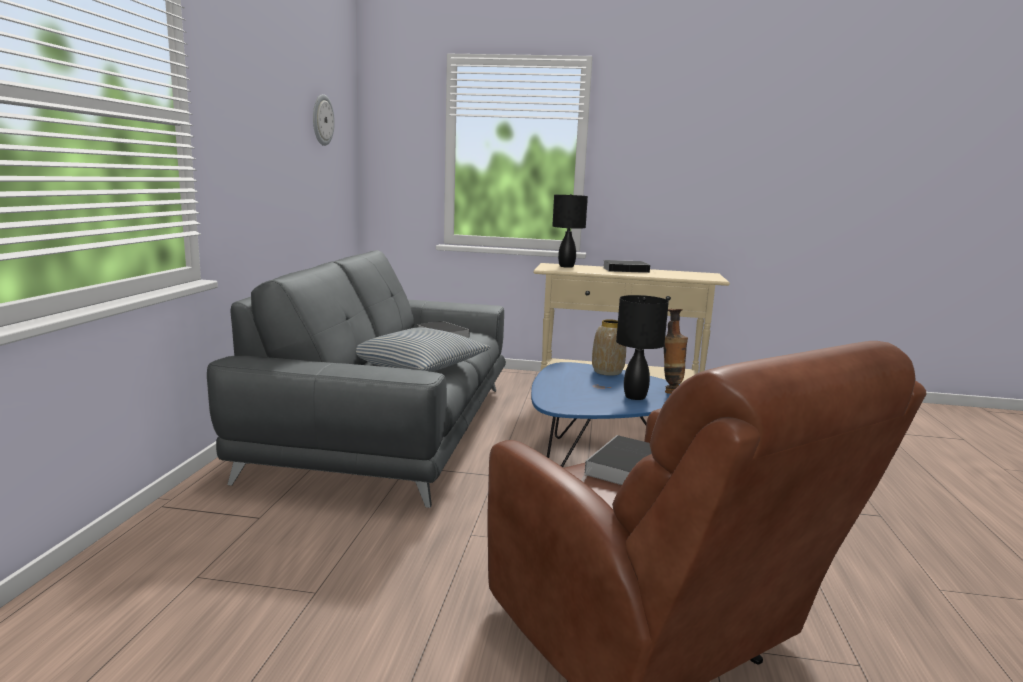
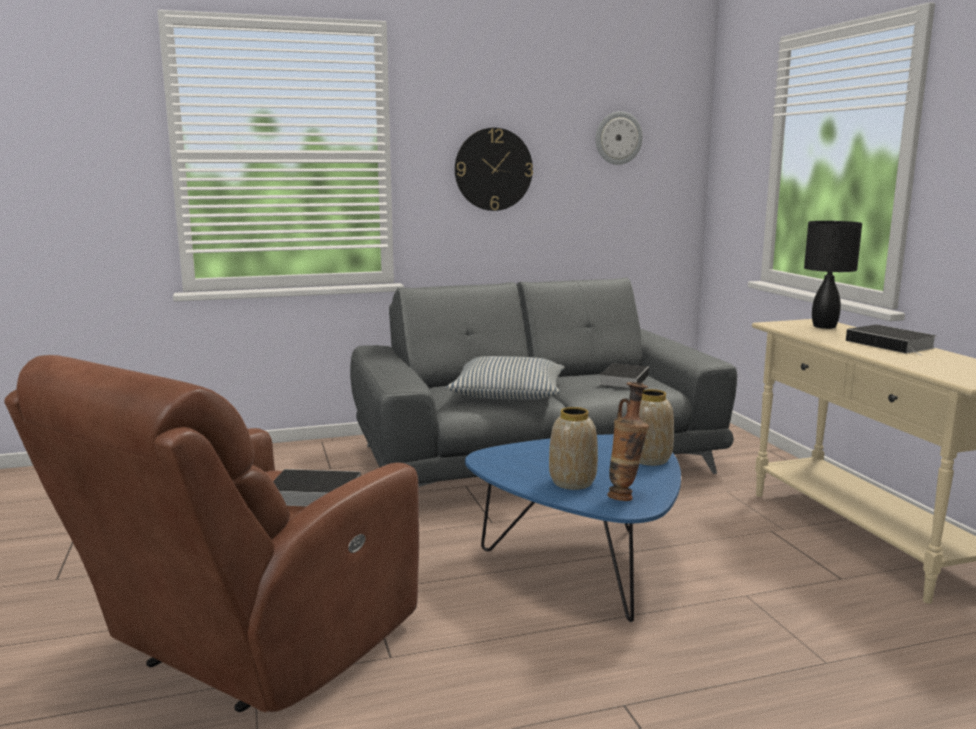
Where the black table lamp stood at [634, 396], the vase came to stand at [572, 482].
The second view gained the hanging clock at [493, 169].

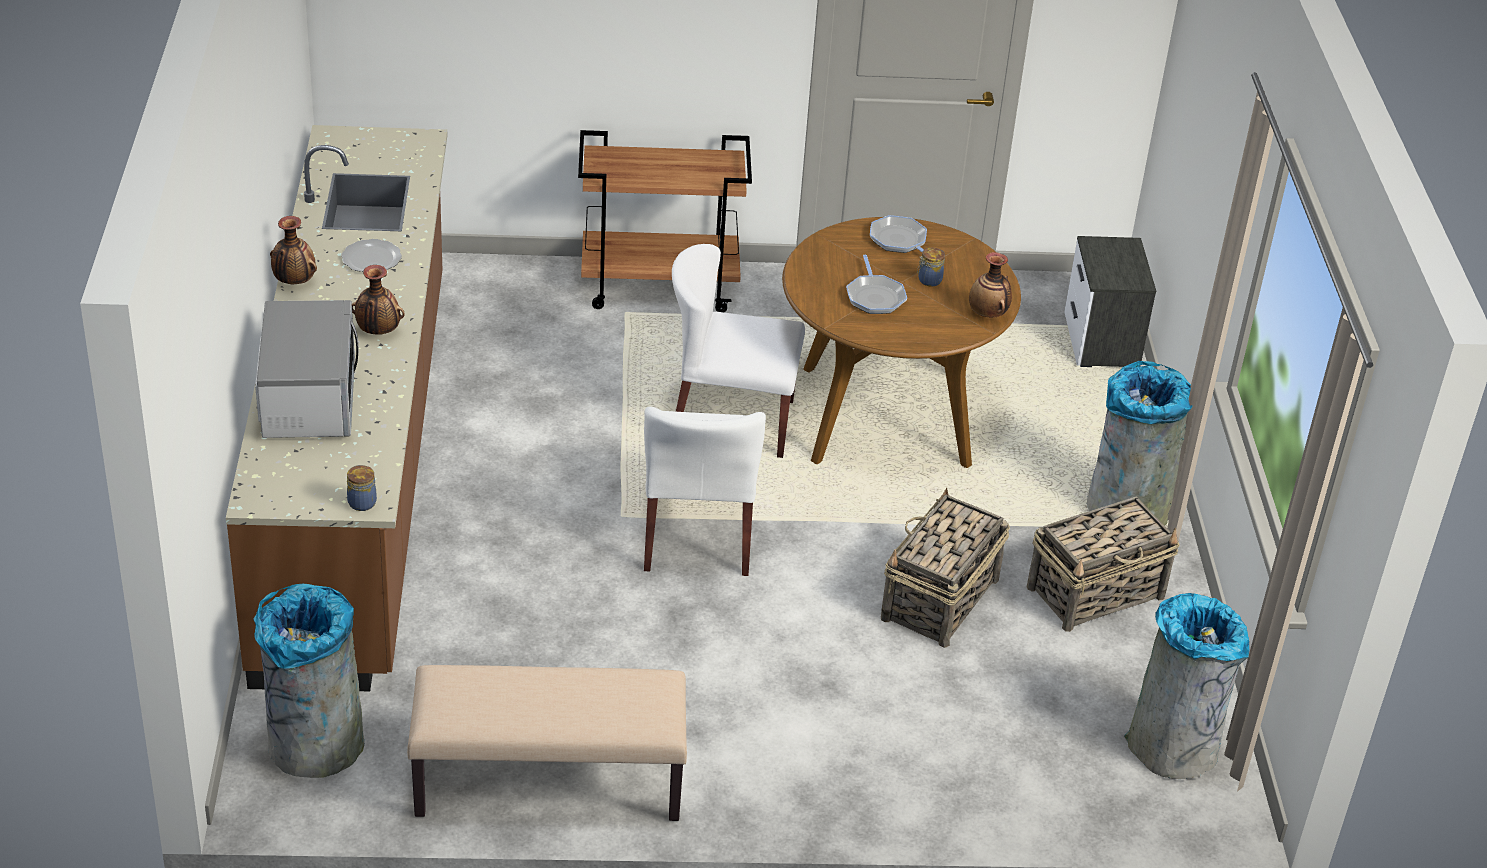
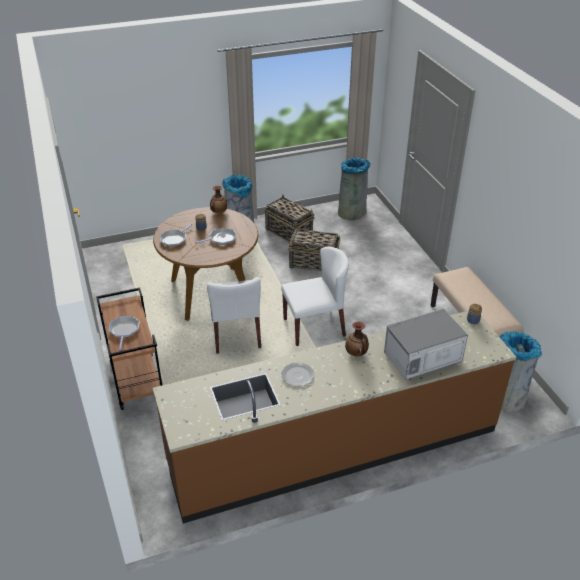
The second view lost the vase at [294, 282].
The second view lost the night table at [1101, 342].
The second view gained the pan at [124, 330].

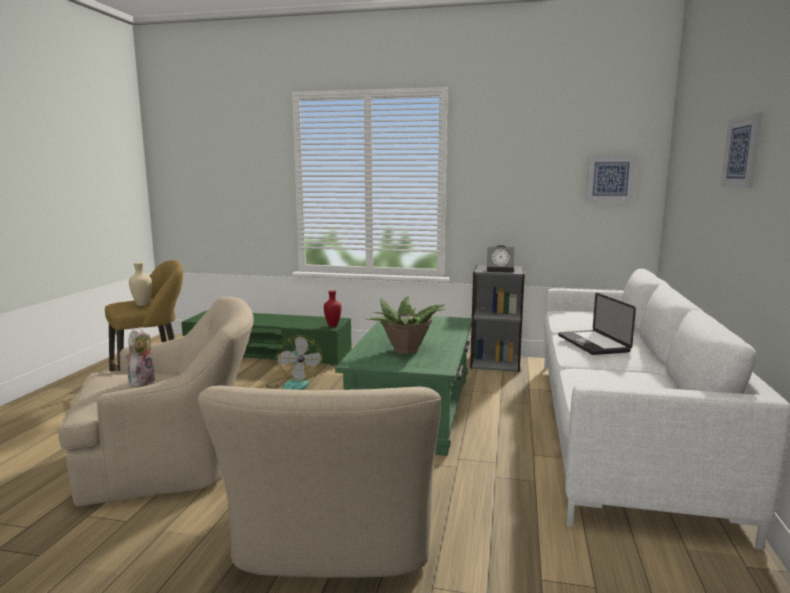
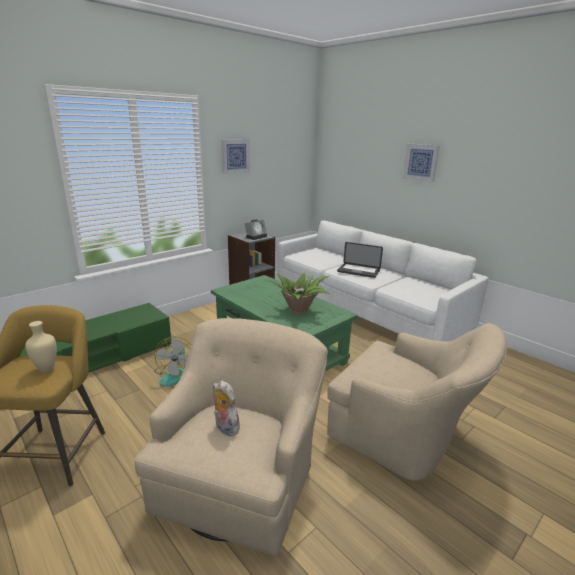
The picture ended up elsewhere, having gone from [610, 178] to [235, 156].
The second view lost the red vase at [333, 326].
The fan at [293, 385] ended up facing another way, 75 degrees clockwise from before.

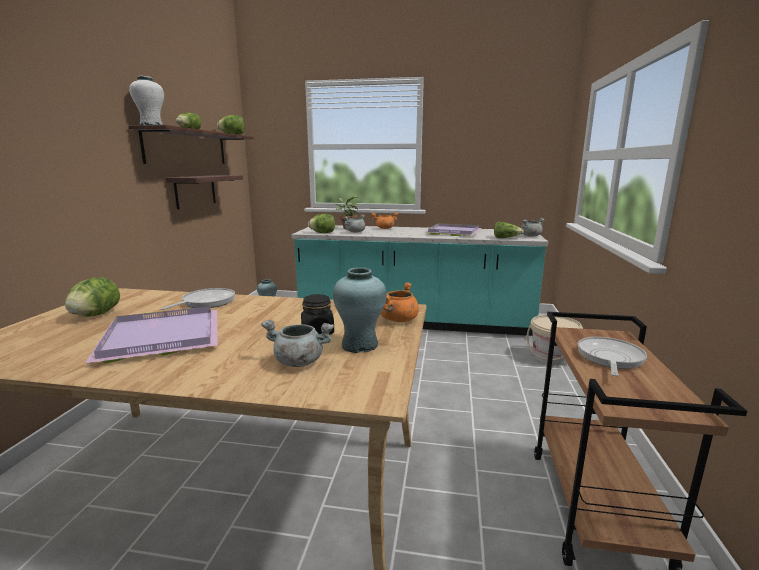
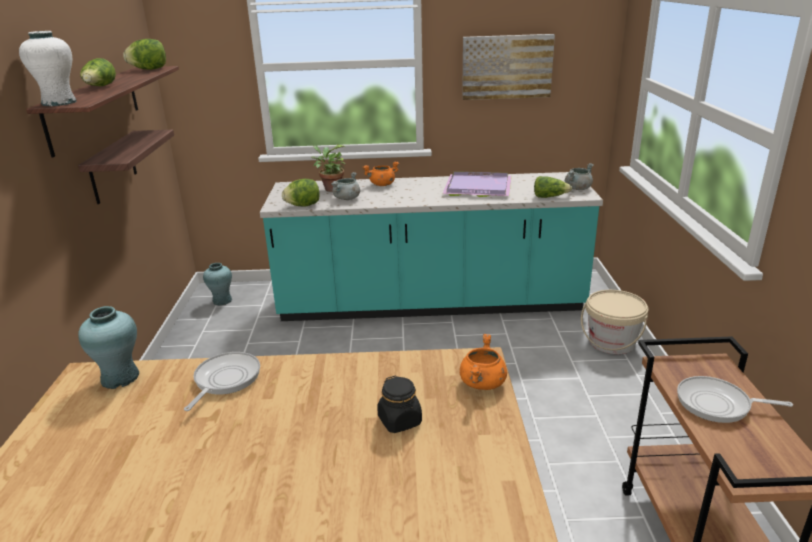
The blue-green vase ended up elsewhere, having gone from [360, 345] to [120, 377].
The second view lost the lettuce at [96, 315].
The second view lost the purple serving tray at [159, 338].
The second view lost the grey stockpot at [298, 362].
The pan at [609, 358] ended up facing another way, 90 degrees counterclockwise from before.
The second view gained the picture at [506, 67].

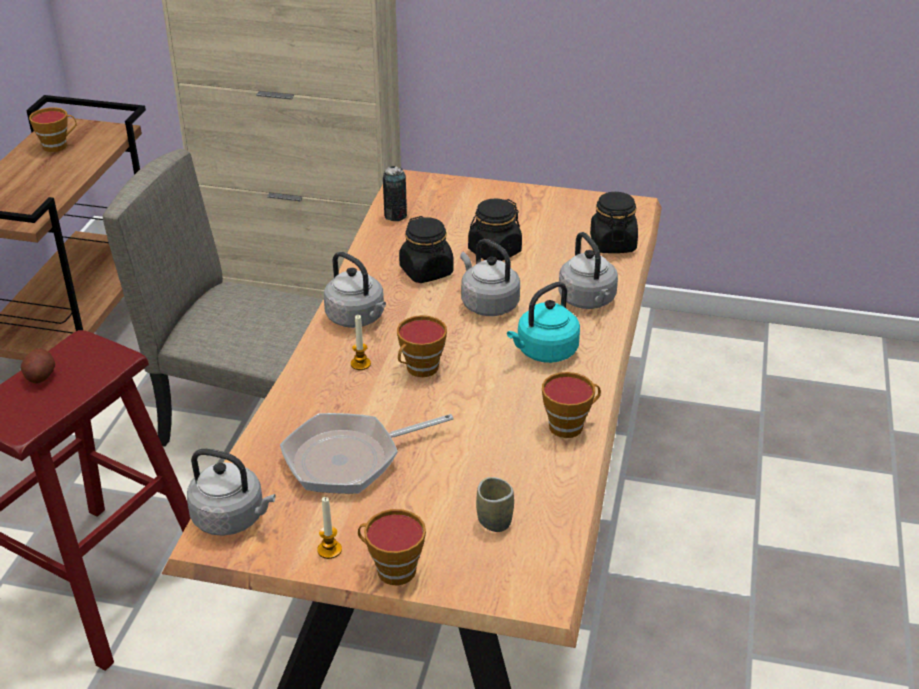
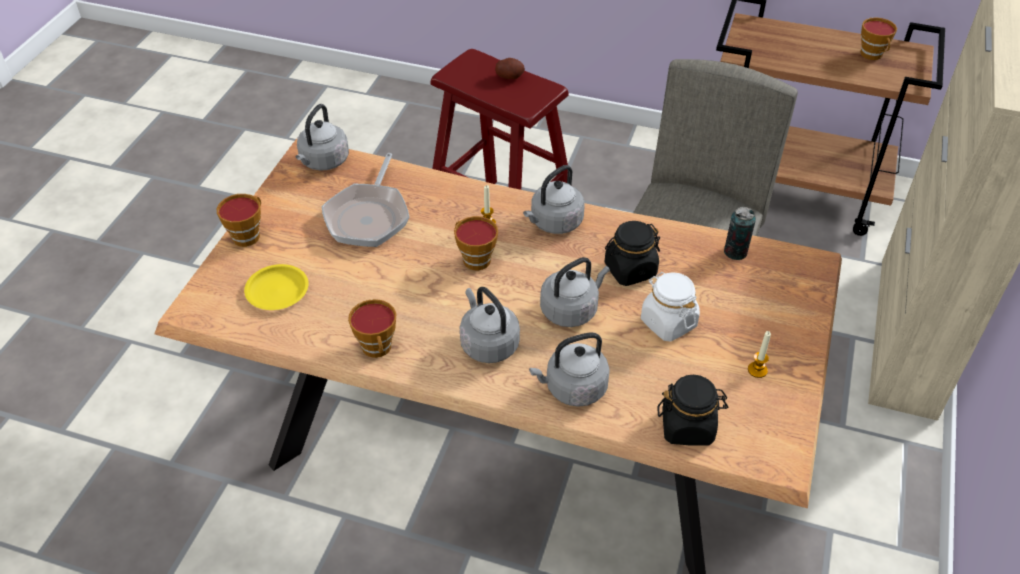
What was the black storage jar at [494, 252] turned into the white storage jar at [668, 322].
What was the blue-green water kettle at [544, 352] turned into the grey water kettle at [488, 343].
The pan at [349, 459] ended up facing another way, 150 degrees counterclockwise from before.
Where the drinking cup stood at [494, 521], the yellowish dinner plate came to stand at [277, 291].
The wax candle ended up elsewhere, having gone from [329, 550] to [757, 370].

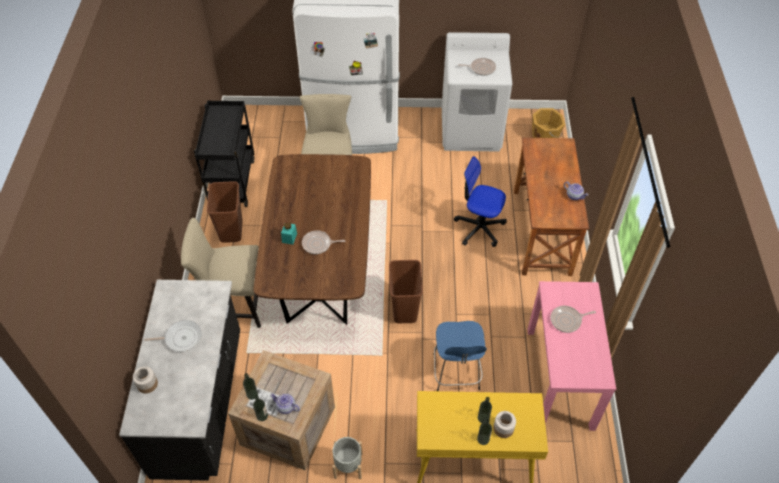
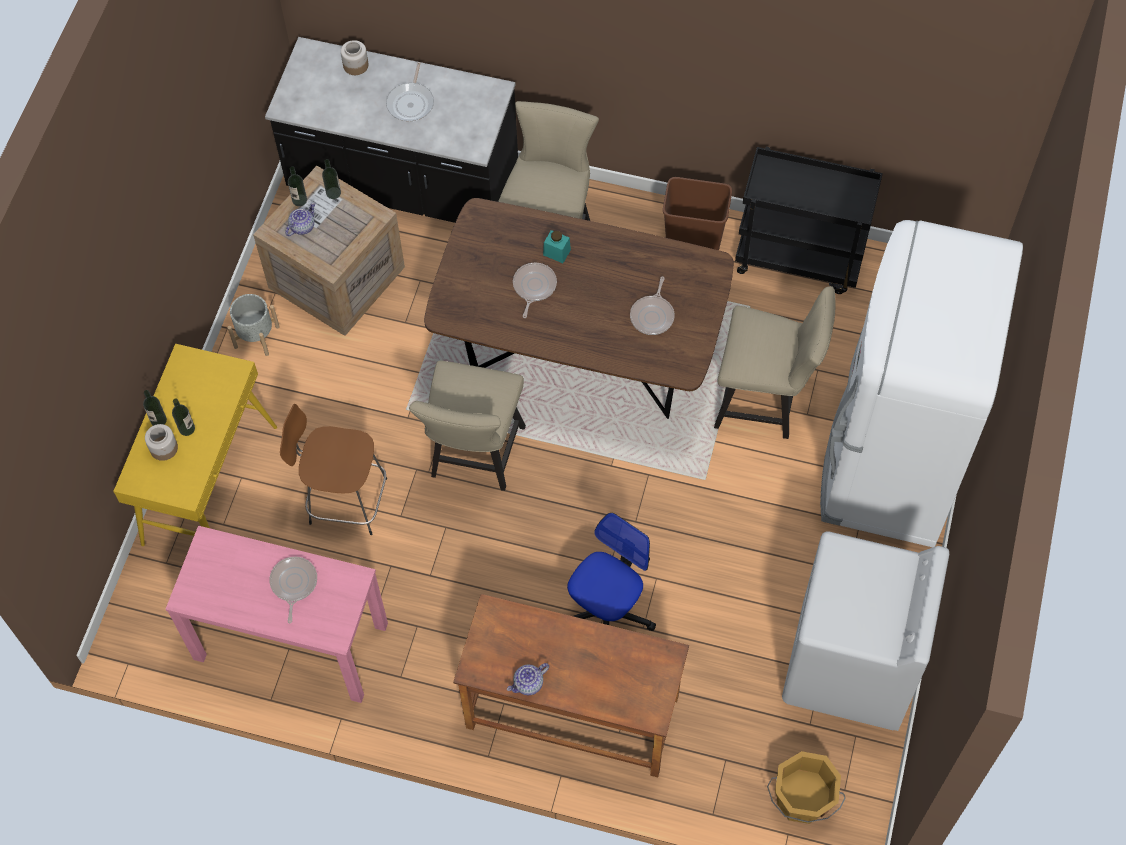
The pan ended up elsewhere, having gone from [481, 68] to [653, 315].
Where the brownish rubbish bin stood at [405, 310], the beige plain chair came to stand at [474, 458].
What was the blue-coloured stool at [456, 373] turned into the brownish stool at [345, 500].

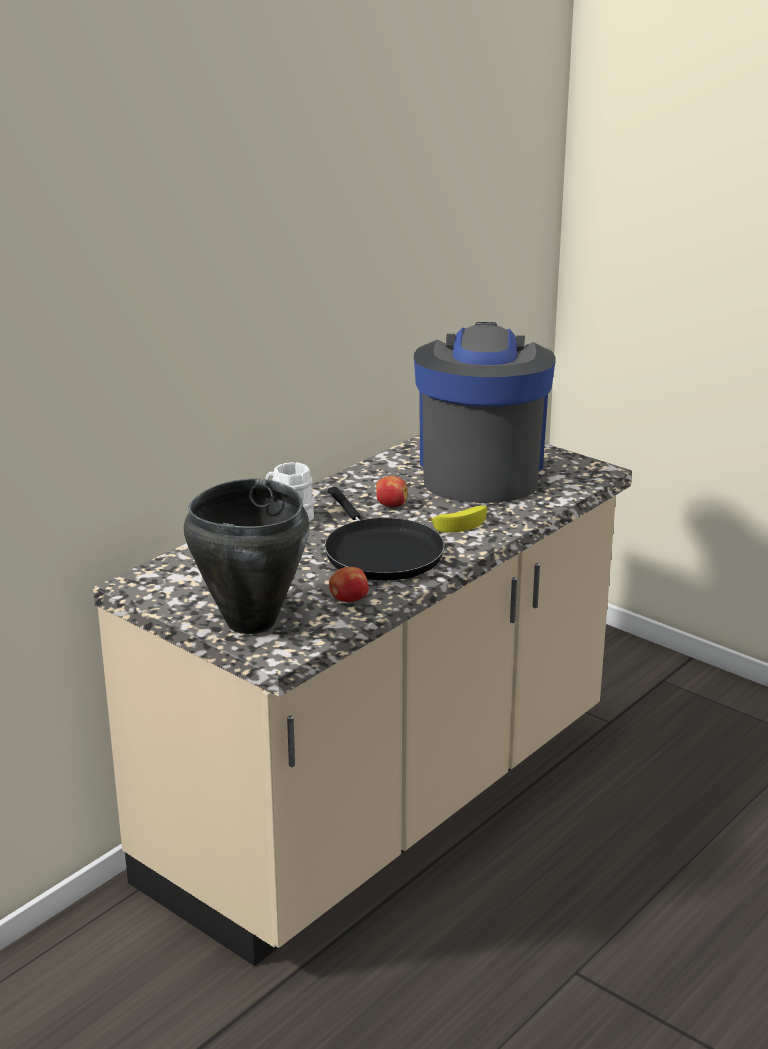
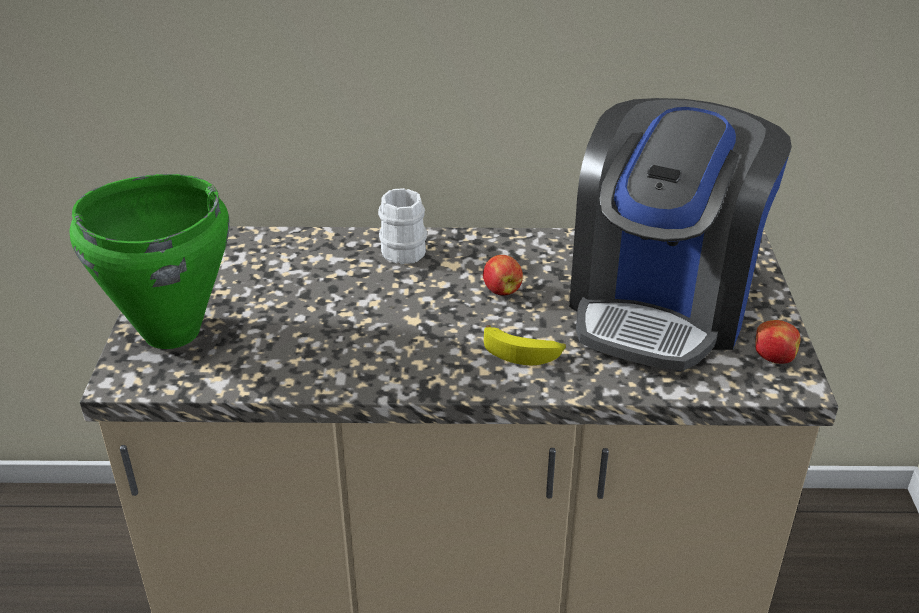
The coffee brewer at [480, 470] ended up facing another way, 150 degrees clockwise from before.
What was the black stockpot at [249, 622] turned into the green stockpot at [170, 331].
The second view lost the black pan at [379, 552].
The apple fruit ended up elsewhere, having gone from [348, 600] to [772, 357].

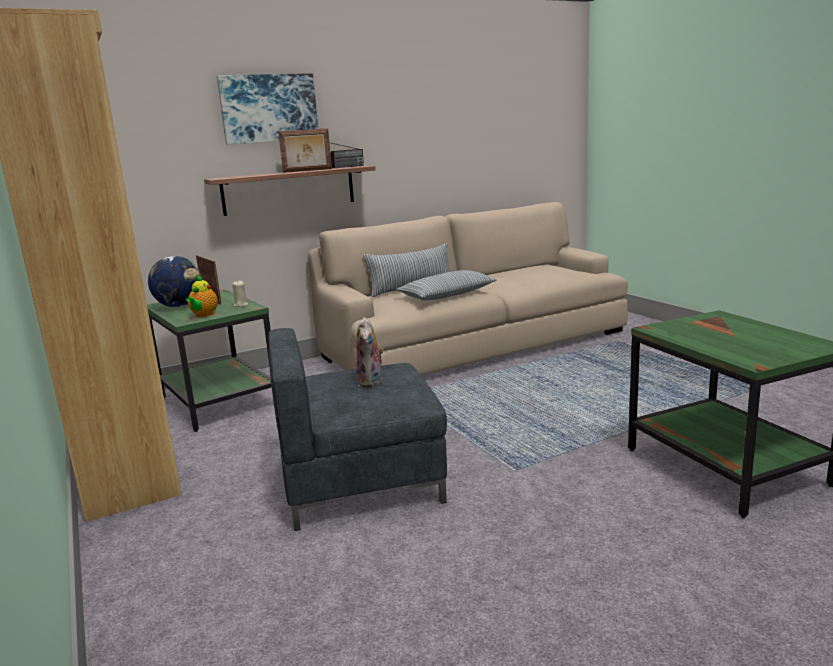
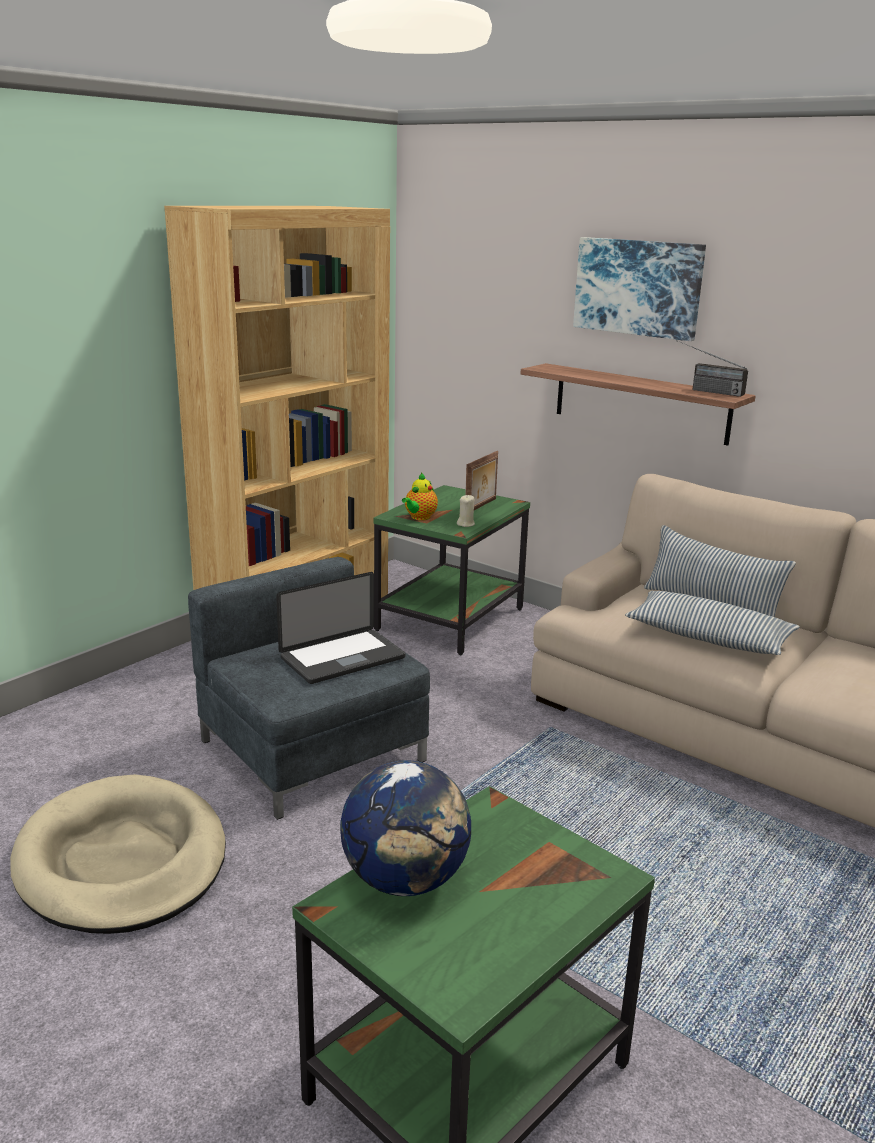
The second view lost the picture frame at [307, 170].
The desk globe ended up elsewhere, having gone from [179, 306] to [405, 880].
The teapot at [203, 315] ended up facing another way, 45 degrees counterclockwise from before.
Where the cuddly toy stood at [371, 381], the portable computer came to stand at [342, 658].
The second view gained the beige dog cushion at [122, 861].

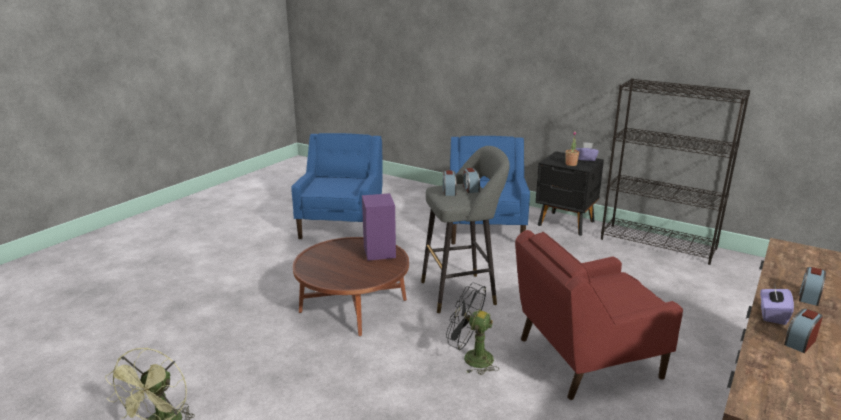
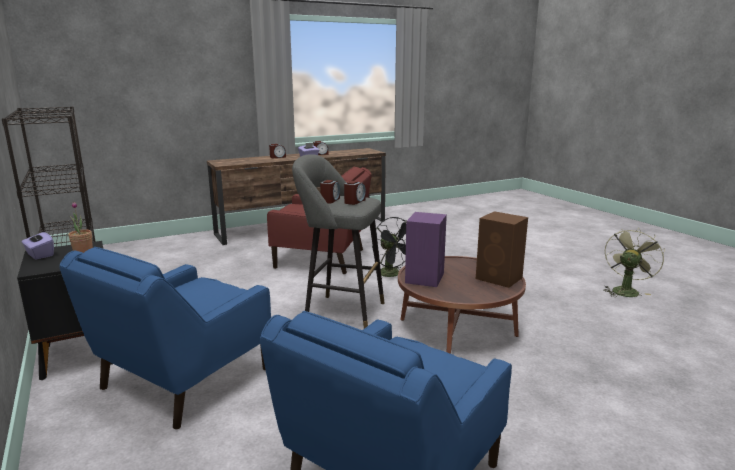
The second view gained the brownish speaker at [500, 278].

